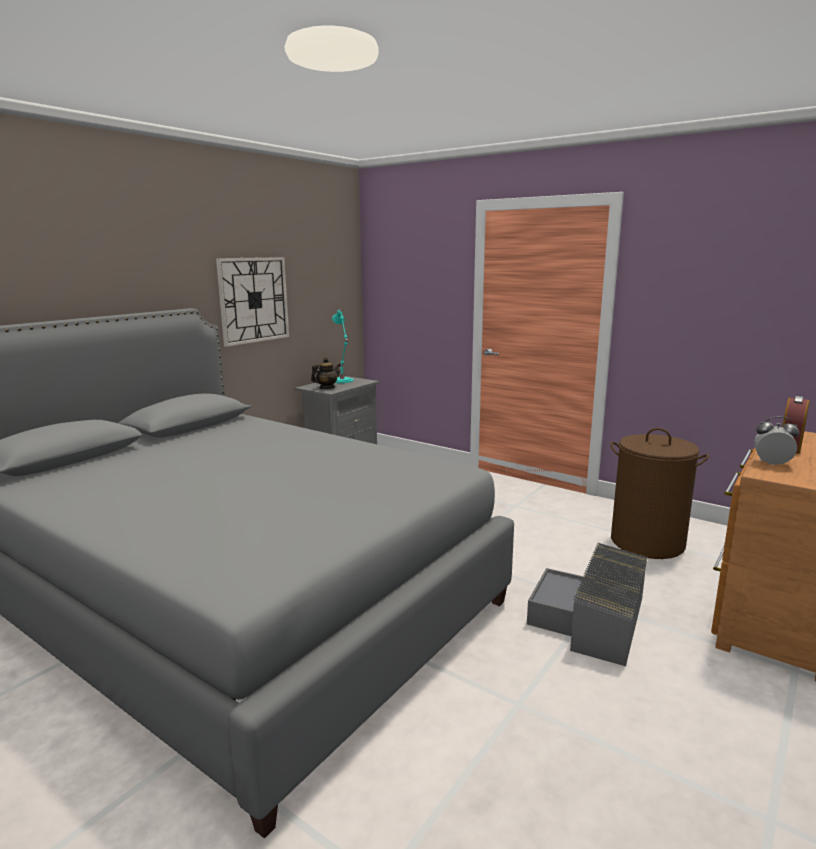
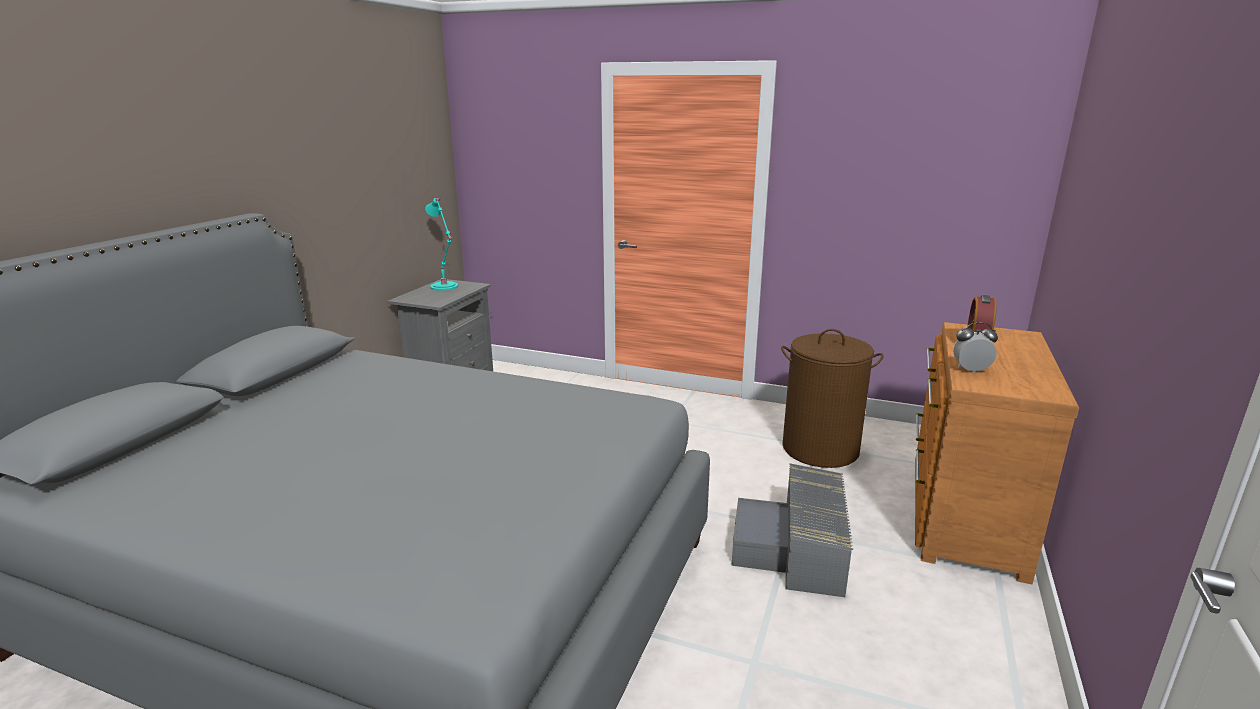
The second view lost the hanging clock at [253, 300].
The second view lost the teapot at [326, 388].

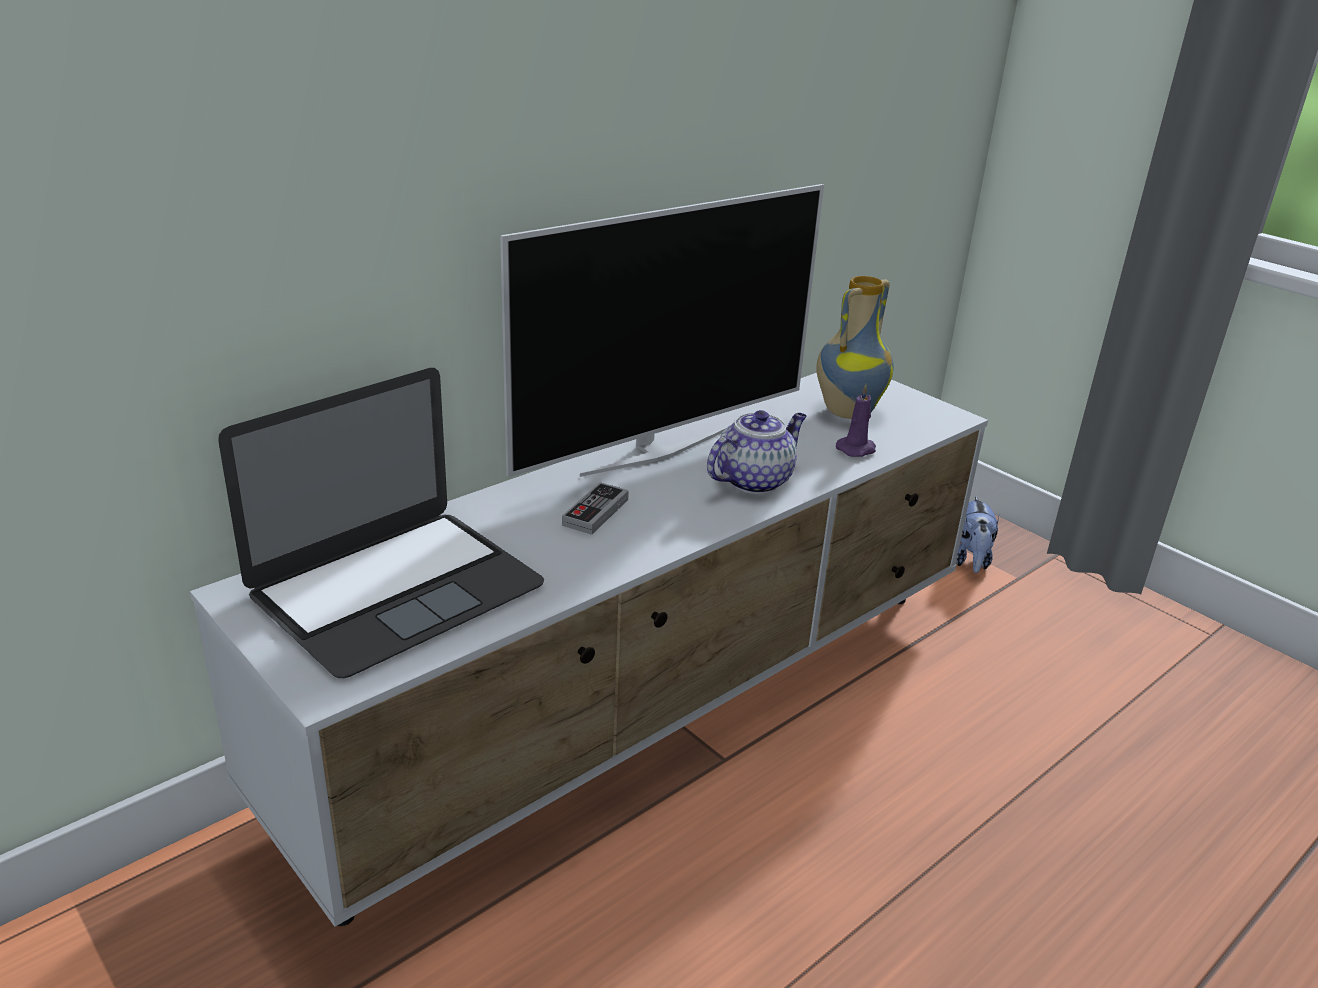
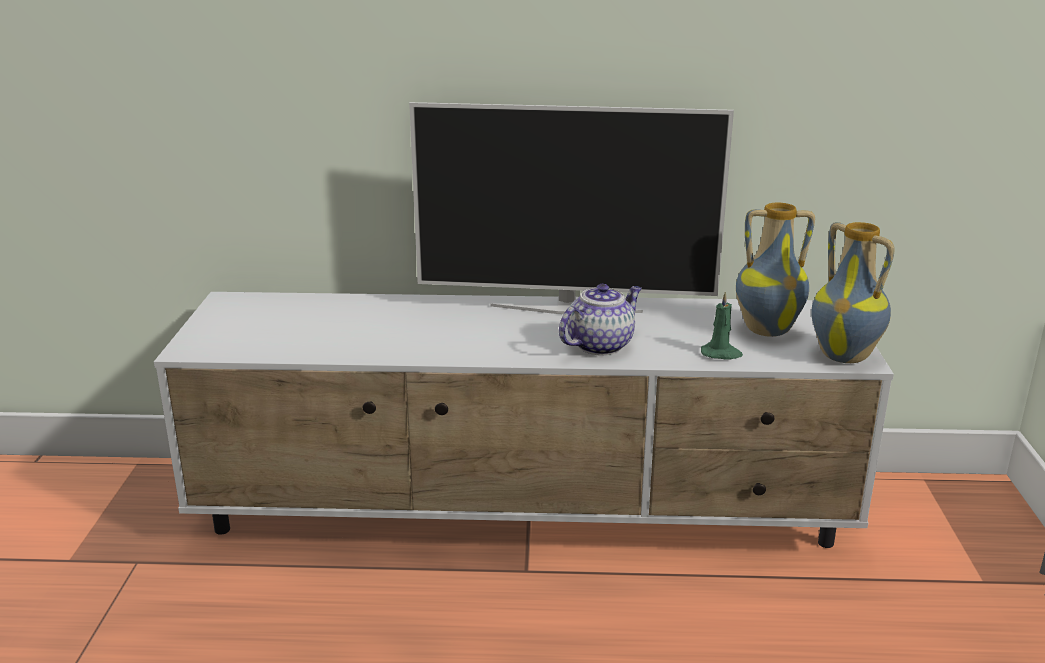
The second view lost the portable computer at [397, 589].
What was the purple wax candle at [857, 449] turned into the green wax candle at [721, 354].
The teapot at [754, 480] ended up facing another way, 45 degrees counterclockwise from before.
The second view lost the gamepad at [595, 512].
The second view lost the cuddly toy at [970, 560].
The second view gained the vase at [845, 356].

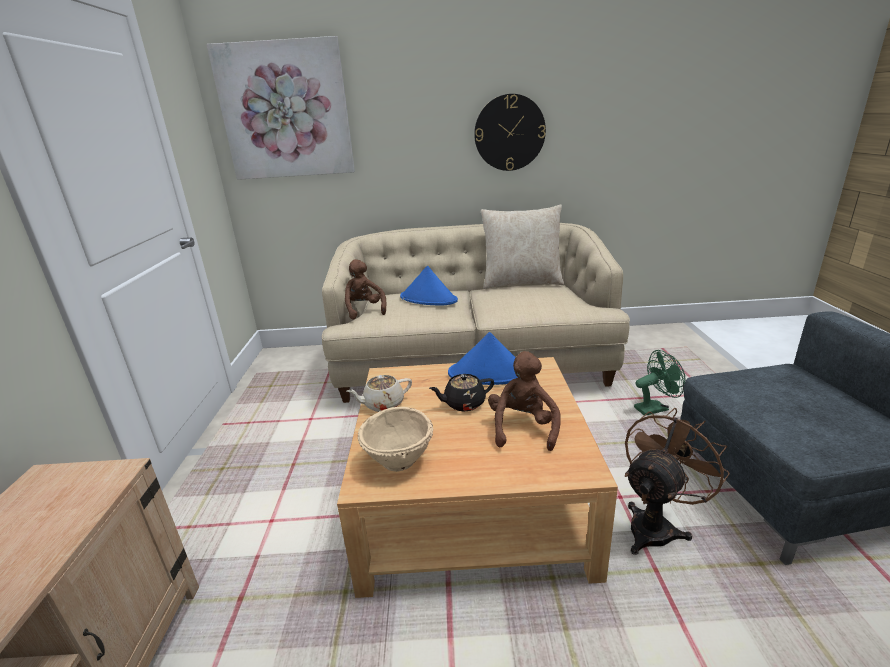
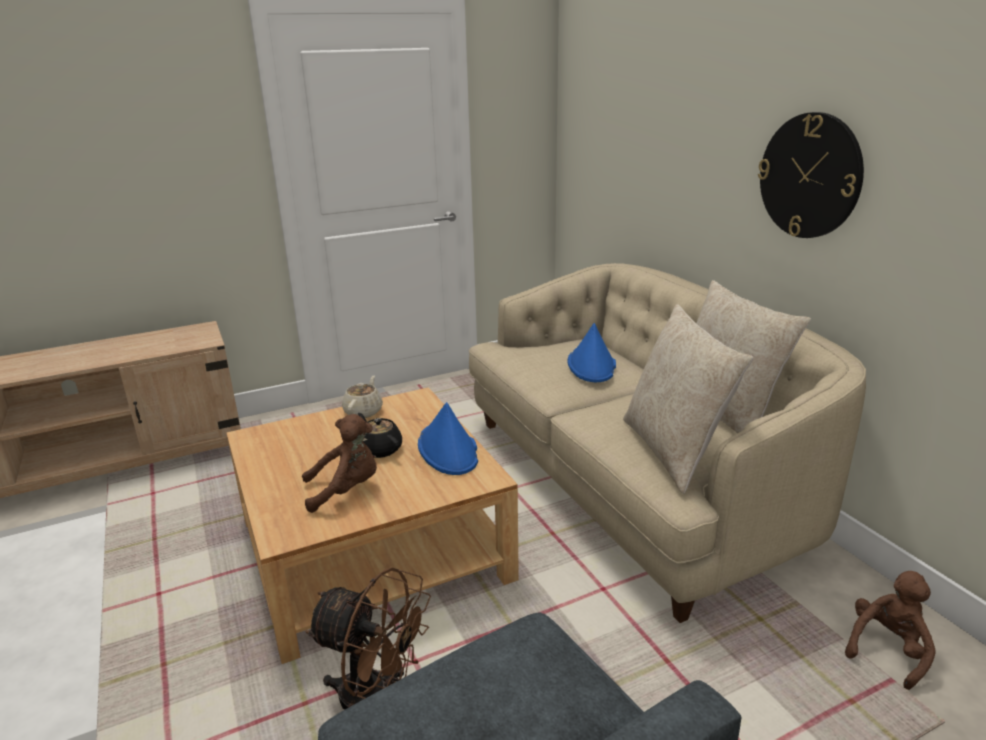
The second view lost the picture at [285, 111].
The brownish cuddly toy ended up elsewhere, having gone from [363, 310] to [887, 650].
The second view lost the green fan at [655, 408].
The beige teapot at [383, 404] ended up facing another way, 60 degrees clockwise from before.
The second view lost the beige deep dish at [399, 461].
The second view gained the beige throw pillow at [674, 451].

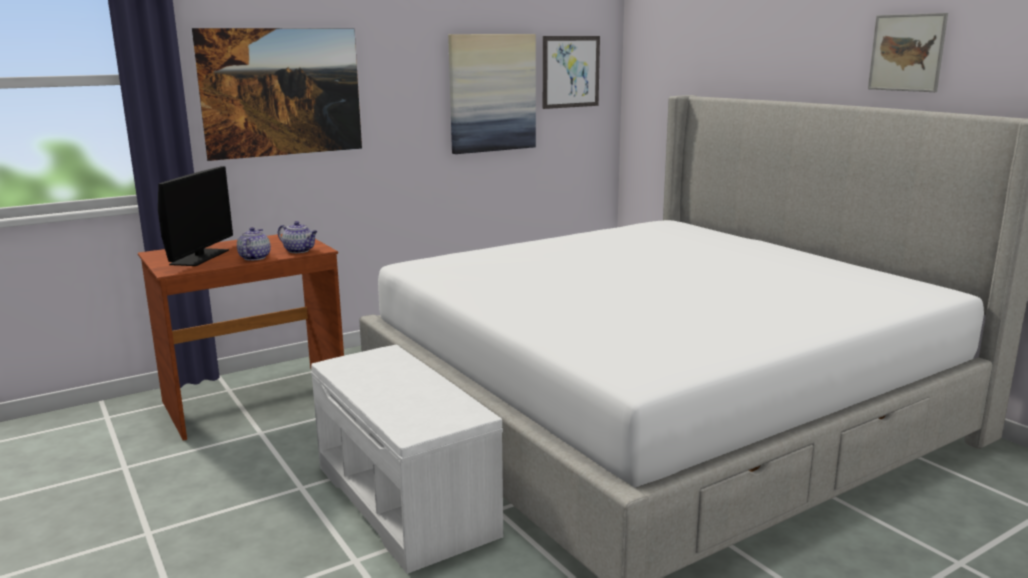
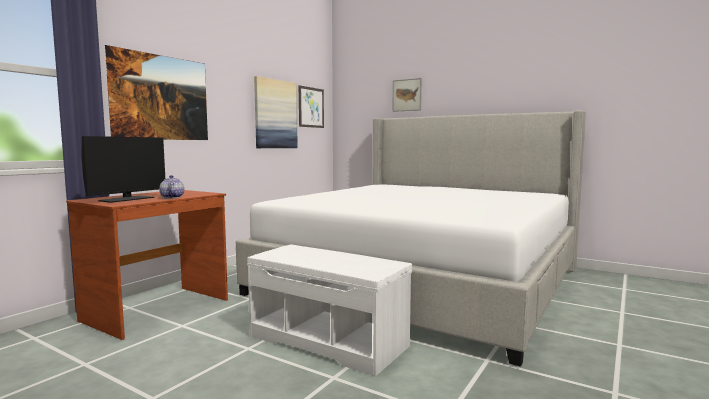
The picture ended up elsewhere, having gone from [907, 52] to [407, 95].
The monitor at [200, 257] ended up facing another way, 45 degrees clockwise from before.
The second view lost the teapot at [300, 251].

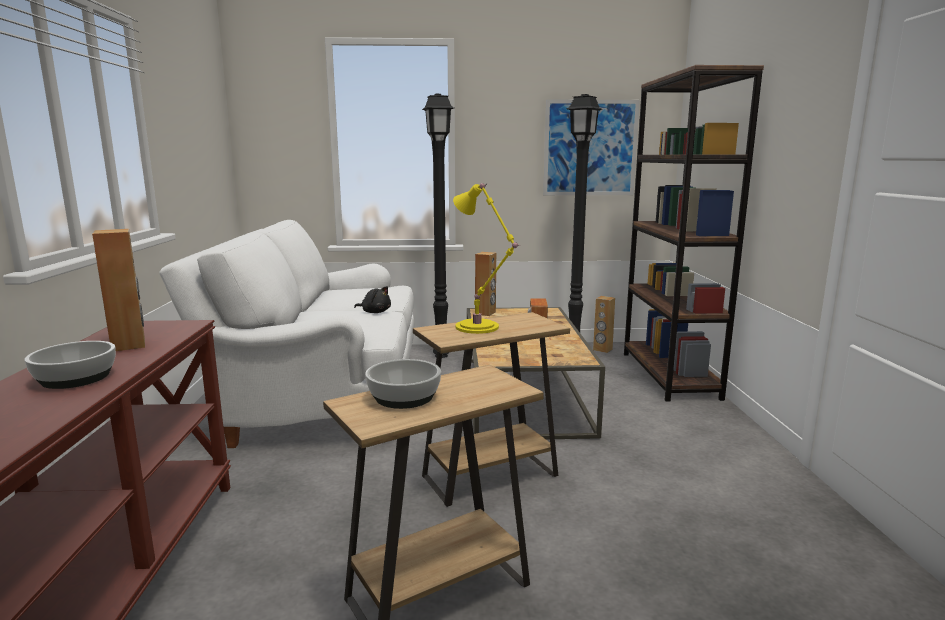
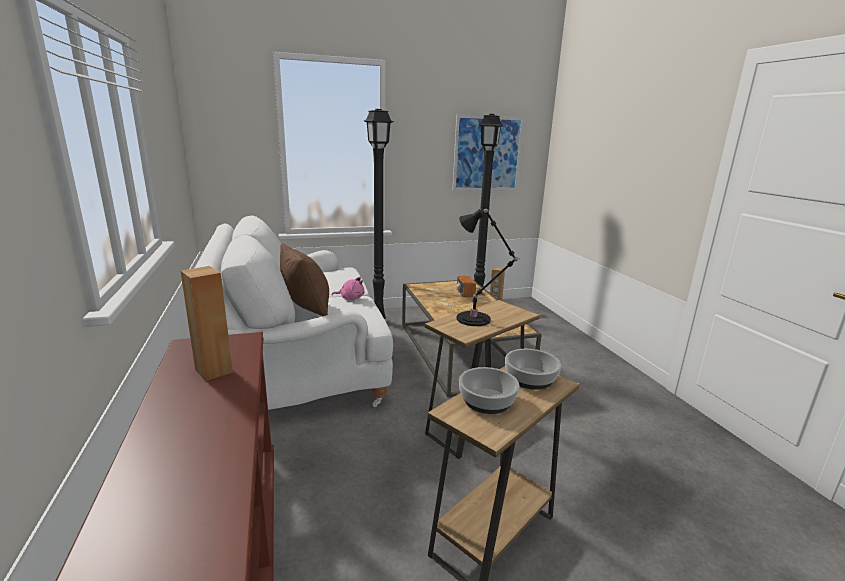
The second view lost the brownish bookcase at [669, 375].
What was the yellowish table lamp at [479, 328] turned into the black table lamp at [476, 320].
The second view lost the brownish speaker at [485, 313].
What was the black cuddly toy at [375, 312] turned into the pink-coloured cuddly toy at [350, 298].
The deep dish ended up elsewhere, having gone from [75, 378] to [529, 378].
The second view gained the brownish throw pillow at [306, 309].

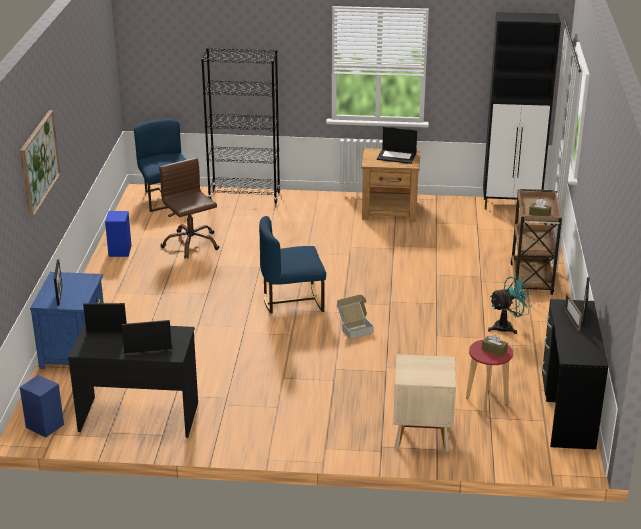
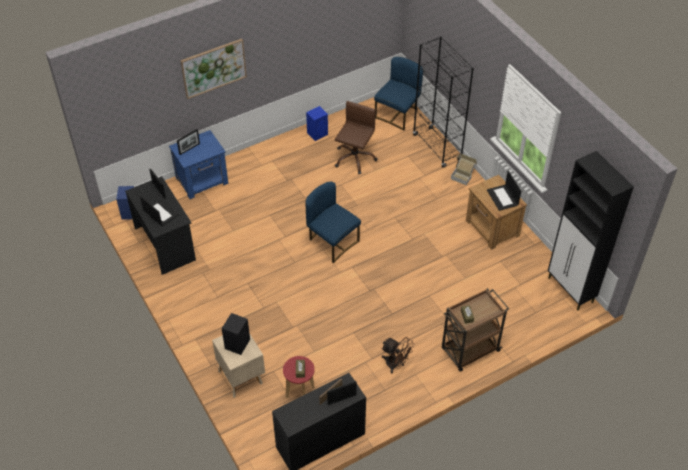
What was the blue-green fan at [507, 327] turned into the brownish fan at [395, 364].
The cardboard box ended up elsewhere, having gone from [354, 328] to [463, 175].
The second view gained the black speaker at [237, 343].

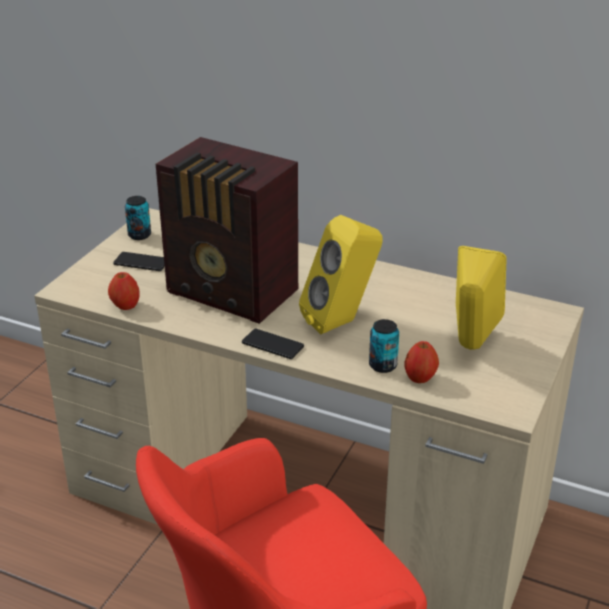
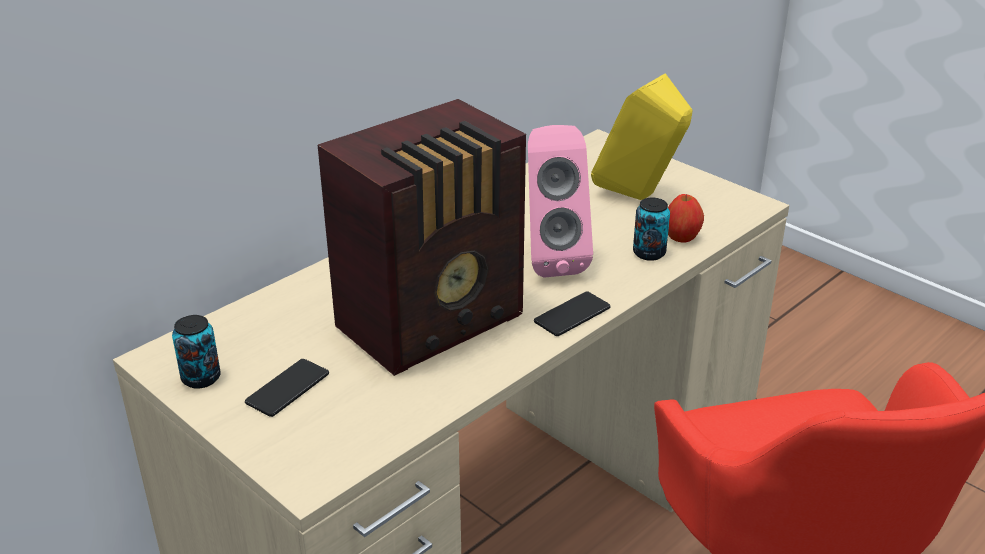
What was the yellowish speaker at [342, 322] turned into the pink-coloured speaker at [551, 259].
The second view lost the apple fruit at [125, 306].

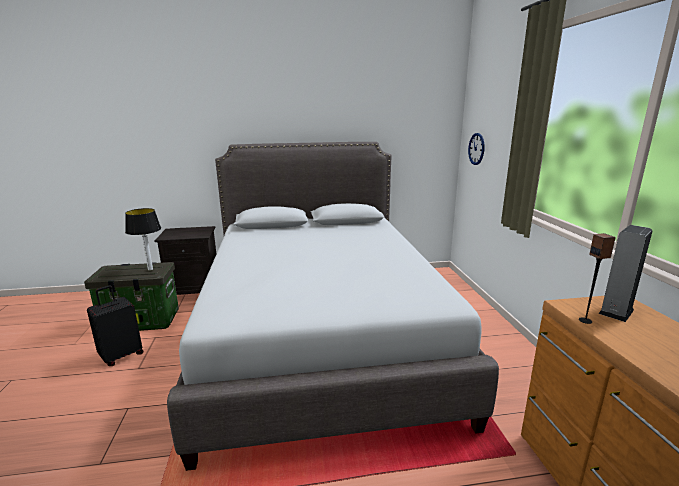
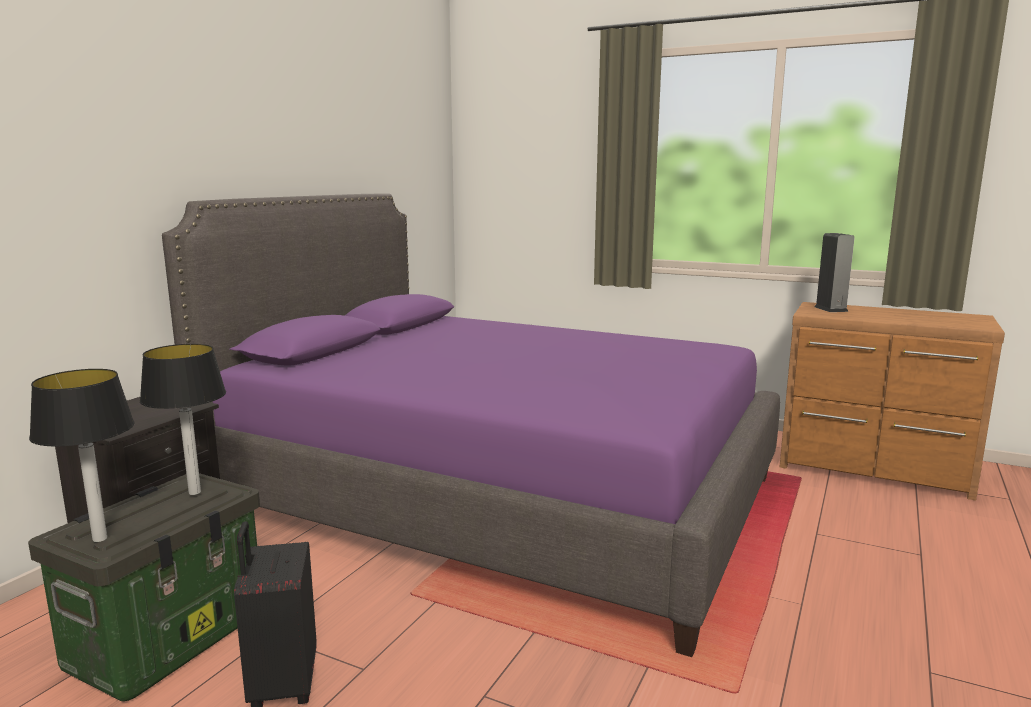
The second view lost the hanging clock at [476, 149].
What was the grey sleeping bed at [321, 335] turned into the purple sleeping bed at [498, 496].
The second view lost the speaker at [585, 320].
The second view gained the table lamp at [100, 538].

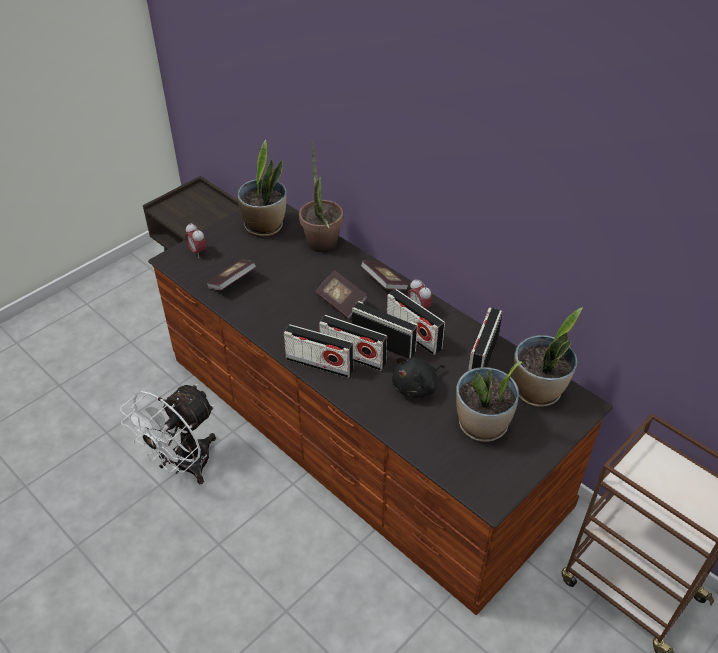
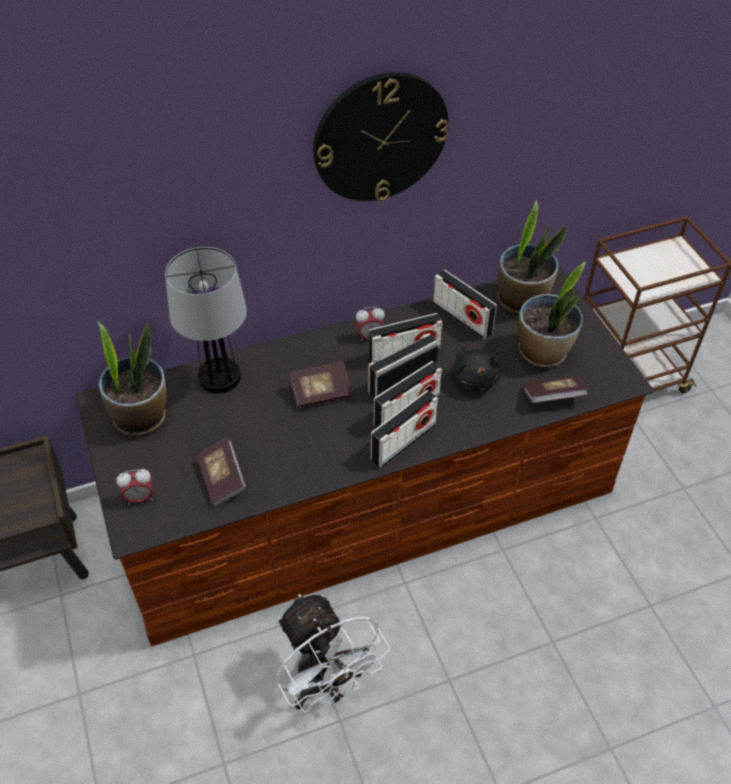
Where the plant in a pot stood at [322, 247], the table lamp came to stand at [219, 378].
The volume ended up elsewhere, having gone from [384, 283] to [553, 397].
The second view gained the hanging clock at [380, 137].

